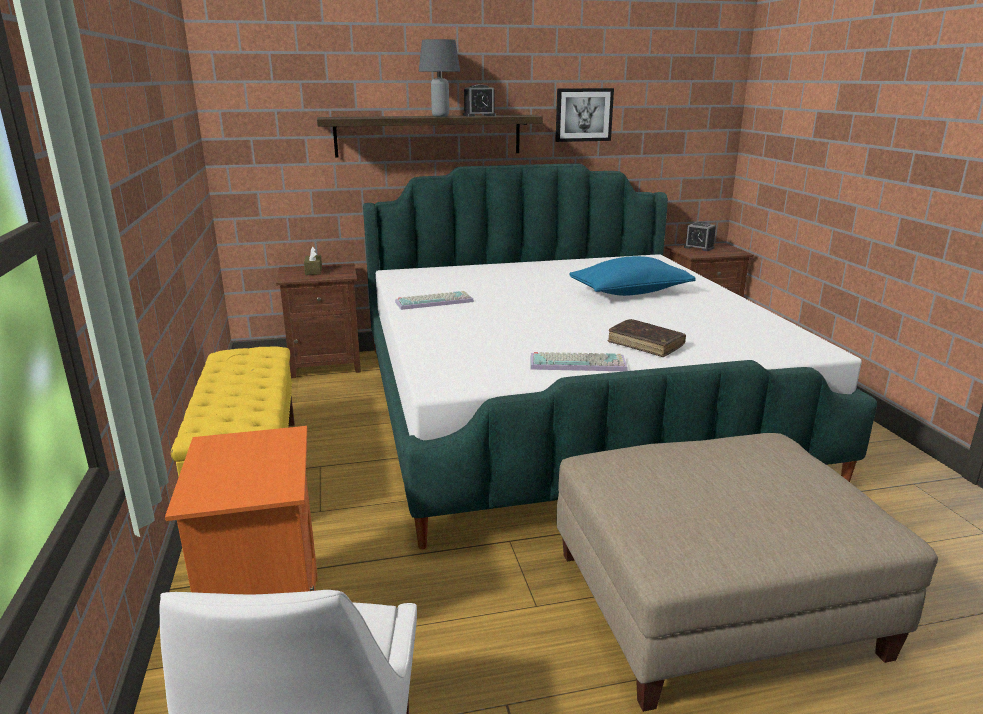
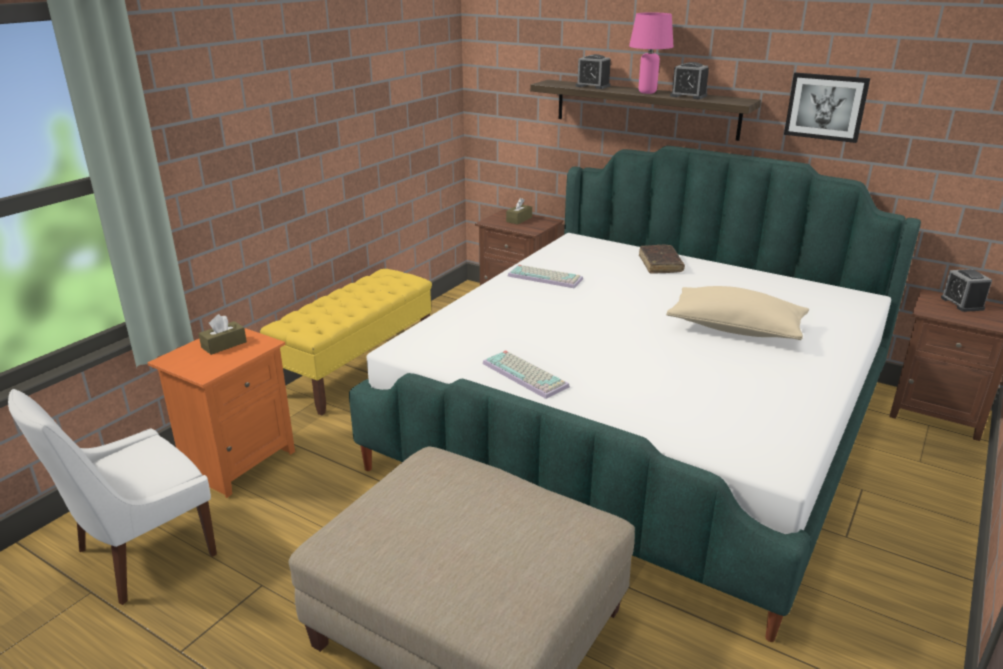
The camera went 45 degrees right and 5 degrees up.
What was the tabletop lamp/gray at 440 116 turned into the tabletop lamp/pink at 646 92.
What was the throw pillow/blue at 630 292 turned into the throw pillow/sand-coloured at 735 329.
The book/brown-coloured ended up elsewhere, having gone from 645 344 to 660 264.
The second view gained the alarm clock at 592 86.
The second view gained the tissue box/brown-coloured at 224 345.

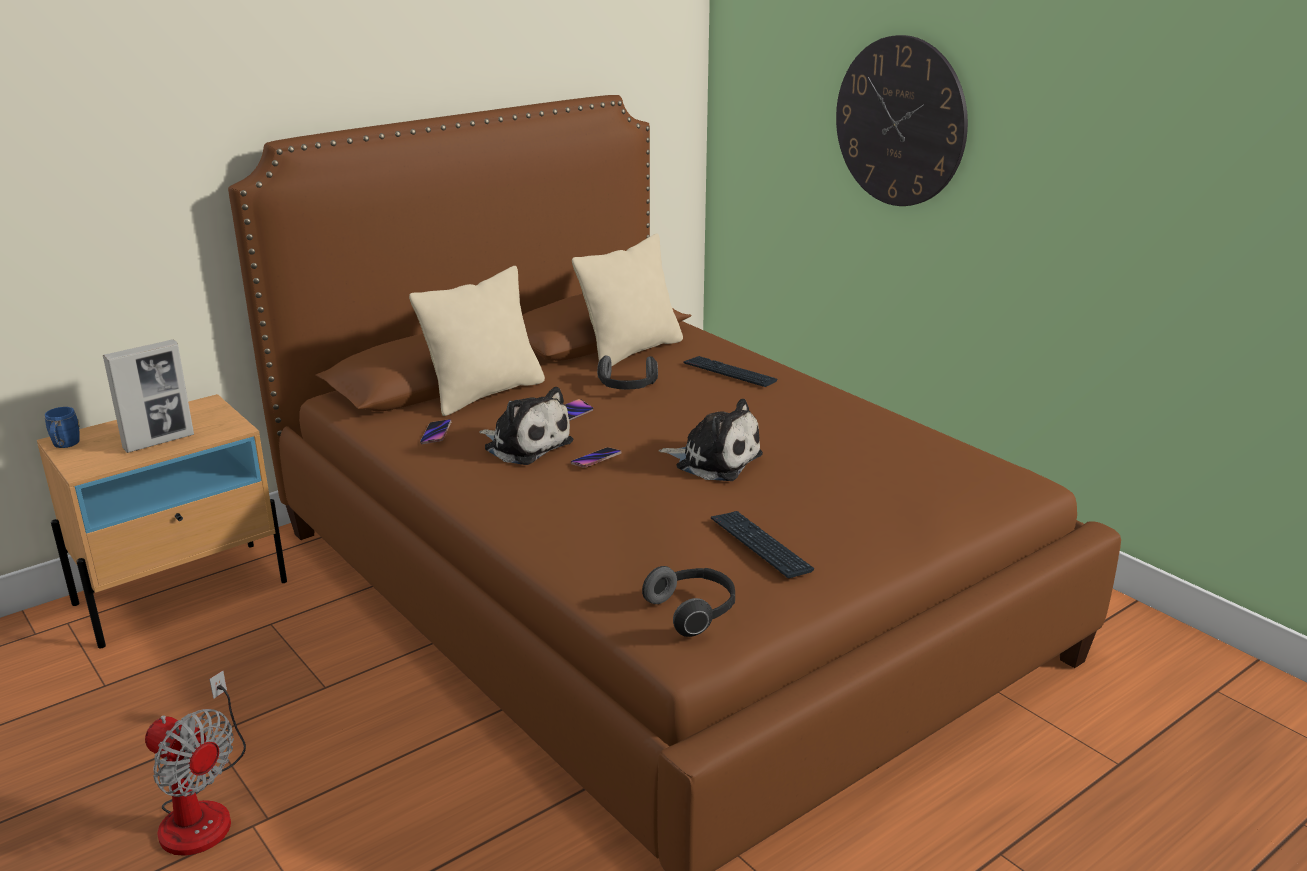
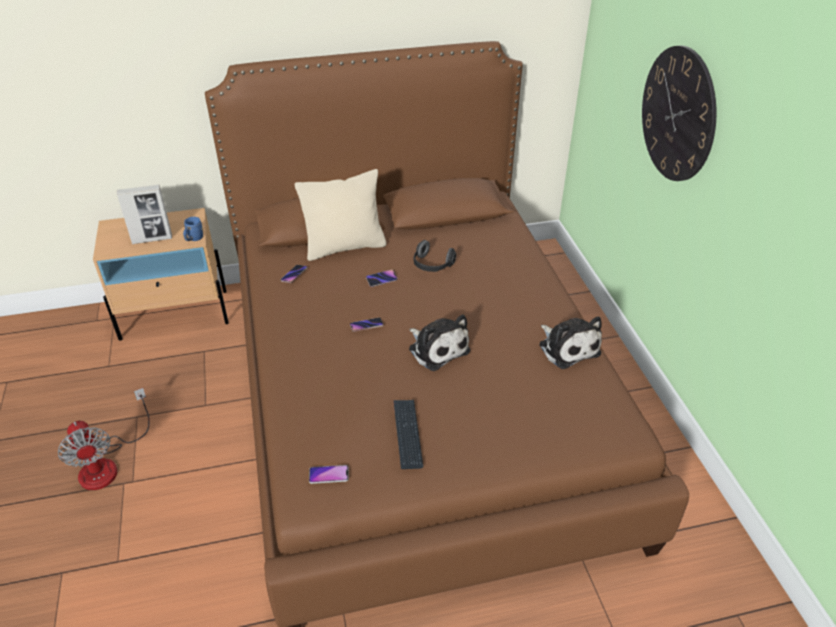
The camera went 25 degrees right and 15 degrees up.
The second view lost the throw pillow/sand-coloured at 631 351.
The second view lost the keyboard at 729 373.
The plush toy ended up elsewhere, having gone from 525 445 to 567 347.
The mug/blue ended up elsewhere, having gone from 64 446 to 194 239.
Where the pair of headphones stood at 693 612, the phone came to stand at 328 475.

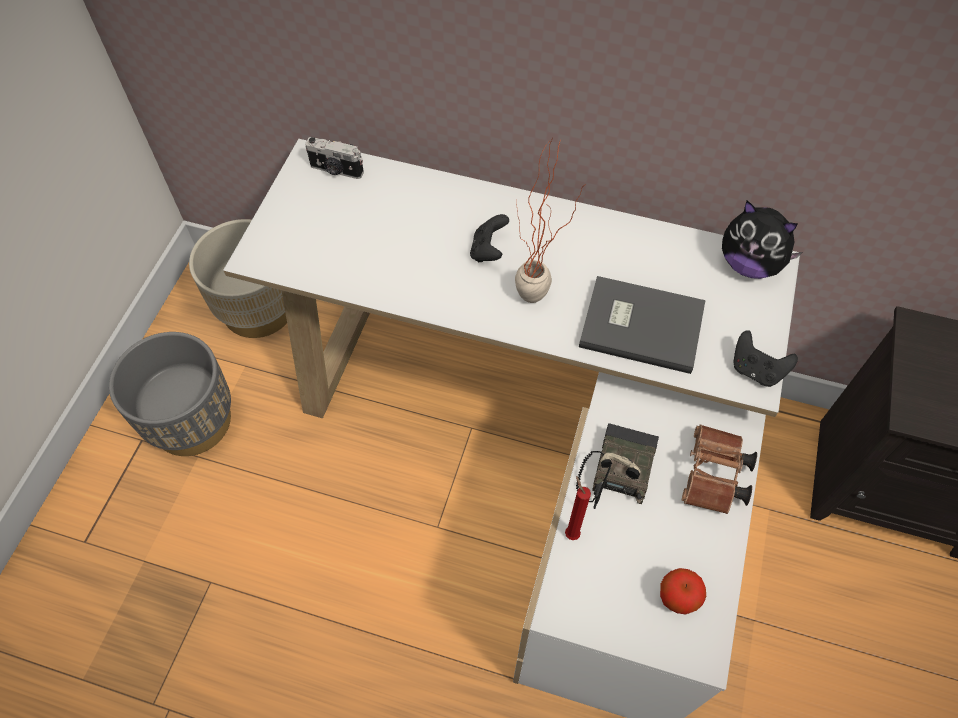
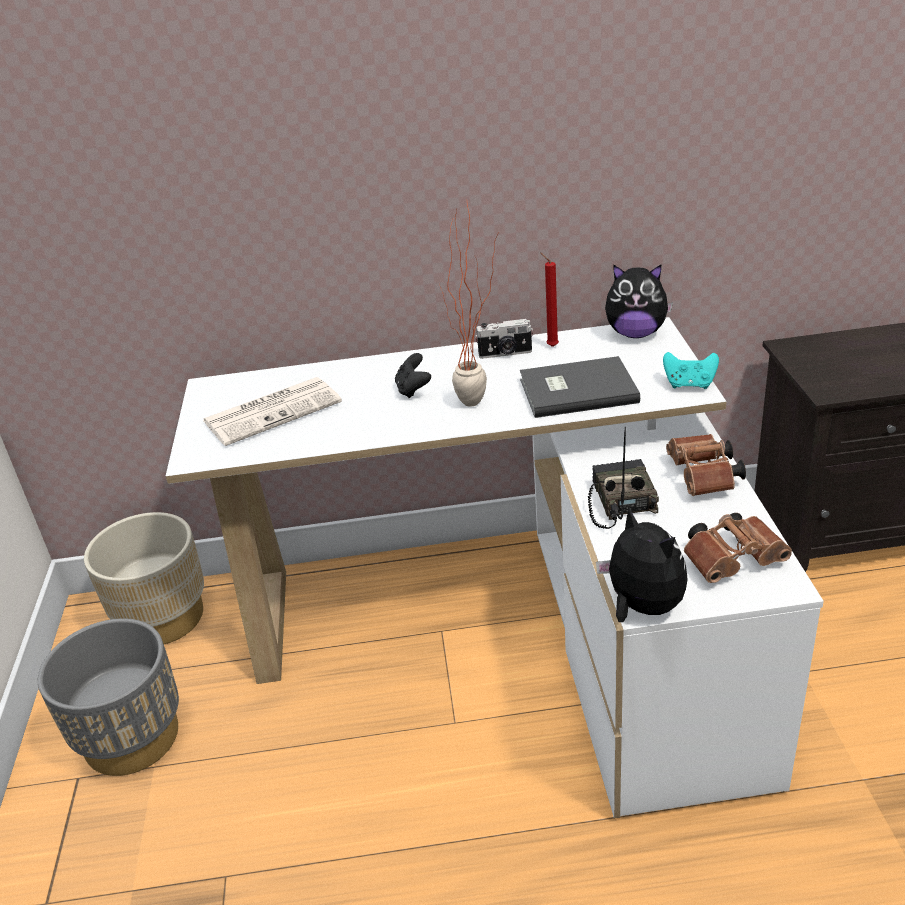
The camera went 20 degrees left and 25 degrees down.
The photo camera ended up elsewhere, having gone from 336 170 to 505 353.
What was the game controller/blackish at 756 370 turned into the game controller/turquoise at 689 384.
The candle/red-coloured ended up elsewhere, having gone from 570 532 to 551 346.
Where the whole apple stood at 676 599, the pair of binoculars/brown-coloured came to stand at 735 560.
The second view gained the newspaper at 273 411.
The second view gained the plush toy at 642 607.

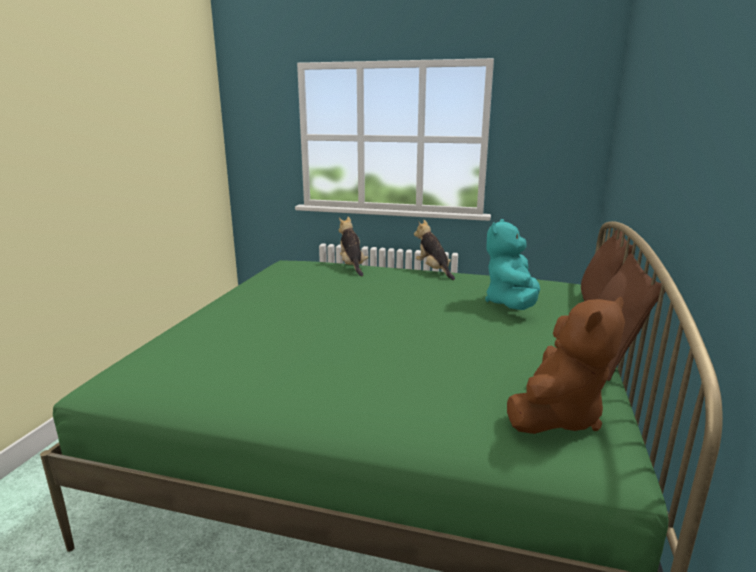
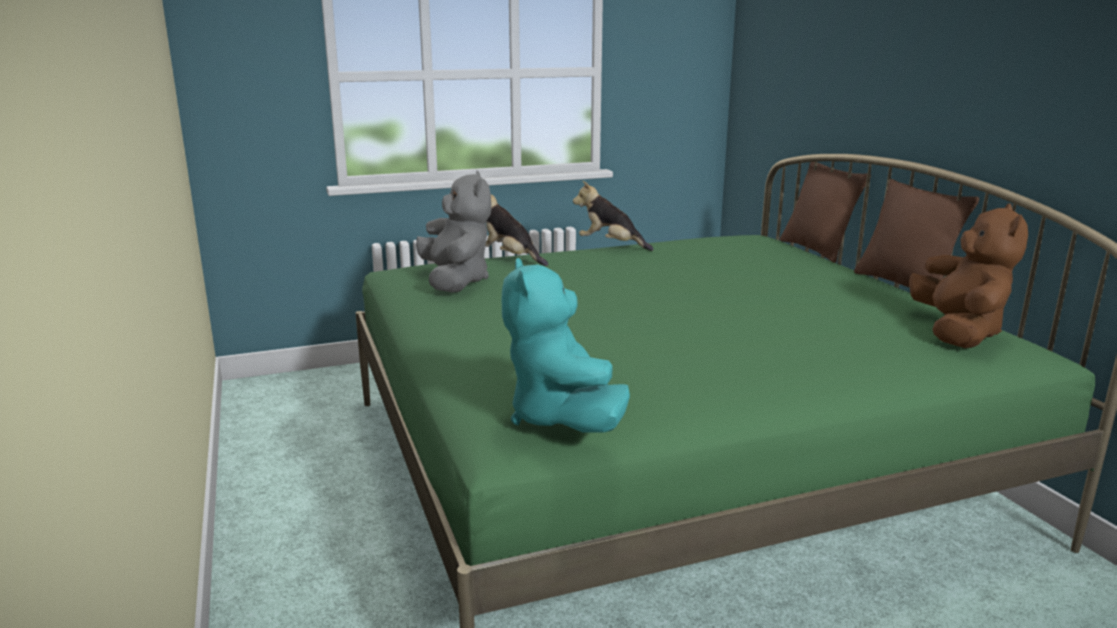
The camera went 35 degrees left and 0 degrees up.
The plush toy/turquoise ended up elsewhere, having gone from 511 304 to 561 418.
The second view gained the plush toy/gray at 455 281.

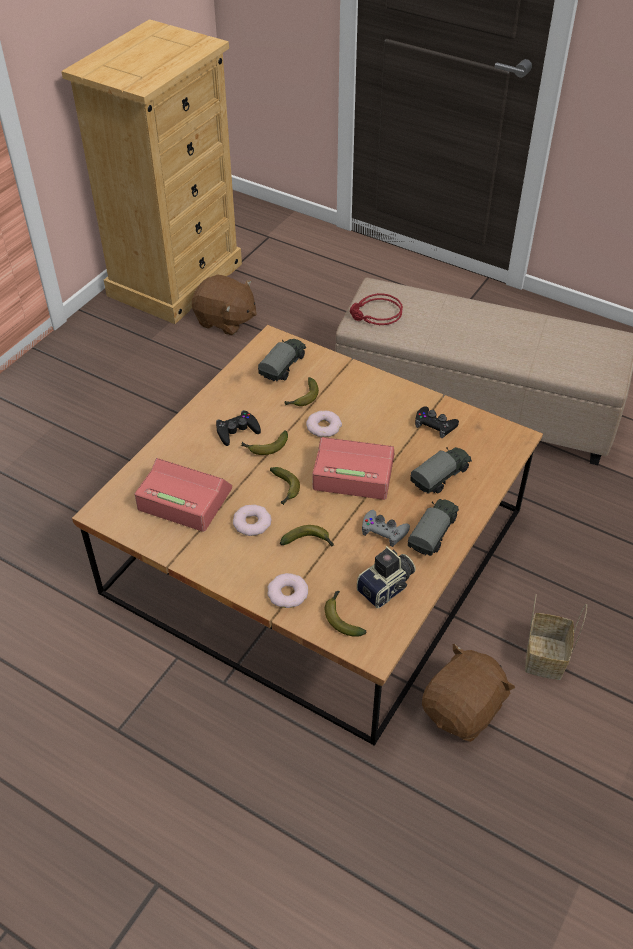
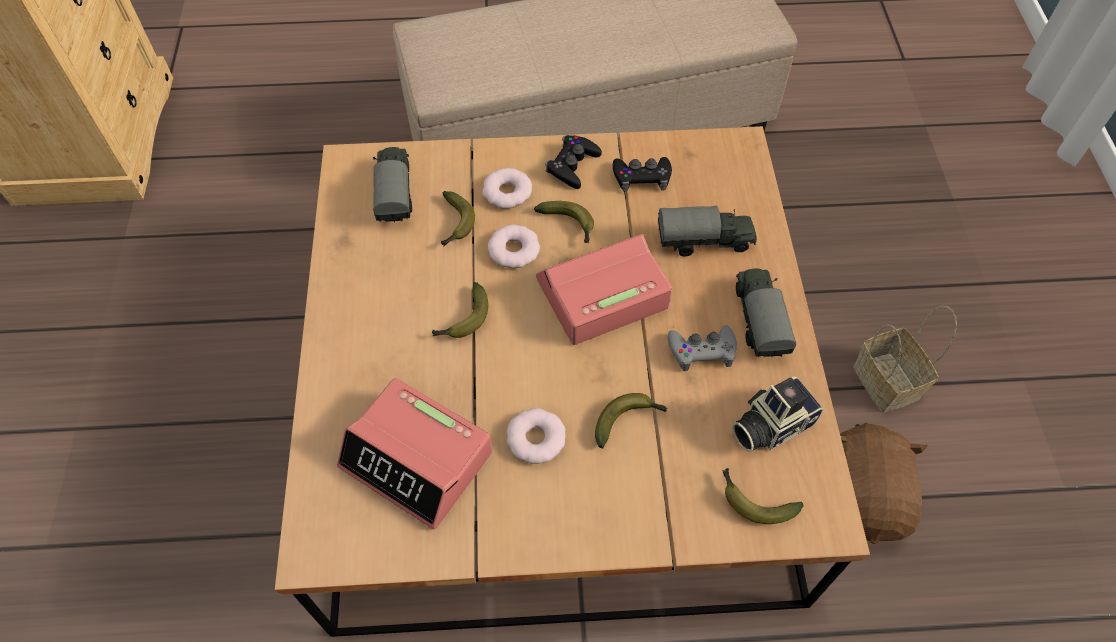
The camera went 35 degrees left and 10 degrees up.
The second view lost the plush toy/brown-coloured at 225 320.
The second view lost the pair of headphones/red-coloured at 376 315.
The game controller/blackish ended up elsewhere, having gone from 237 431 to 572 165.
The toy lorry at 441 477 ended up facing another way, 75 degrees clockwise from before.
The alarm clock at 184 499 ended up facing another way, 135 degrees counterclockwise from before.
The whole banana ended up elsewhere, having gone from 285 489 to 569 225.
The photo camera at 387 588 ended up facing another way, 135 degrees counterclockwise from before.
The ring doughnut ended up elsewhere, having gone from 287 594 to 507 192.

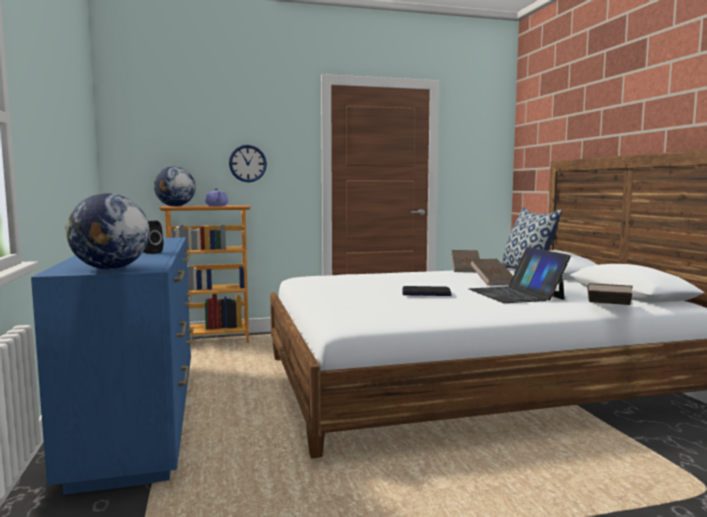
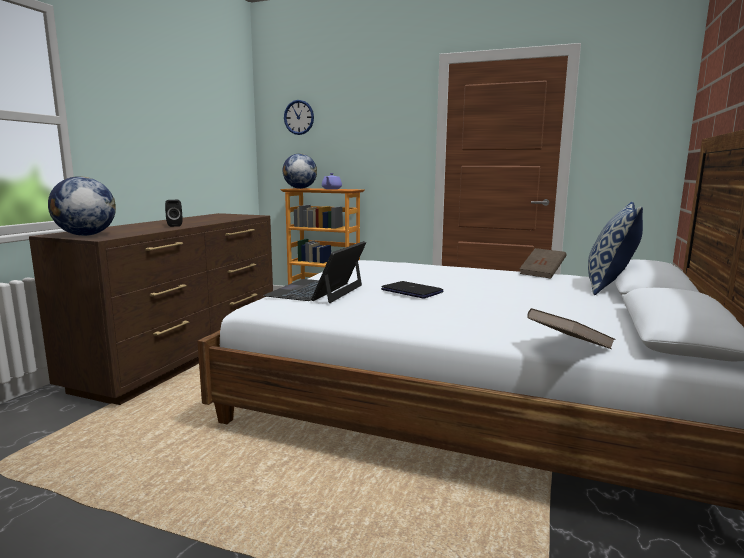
The camera went 35 degrees right and 5 degrees up.
The hanging clock ended up elsewhere, having gone from 247 163 to 299 117.
What was the chest of drawers/blue at 140 417 turned into the chest of drawers/brown-coloured at 185 355.
The laptop ended up elsewhere, having gone from 515 294 to 316 290.
The second view lost the book/brown-coloured at 492 282.

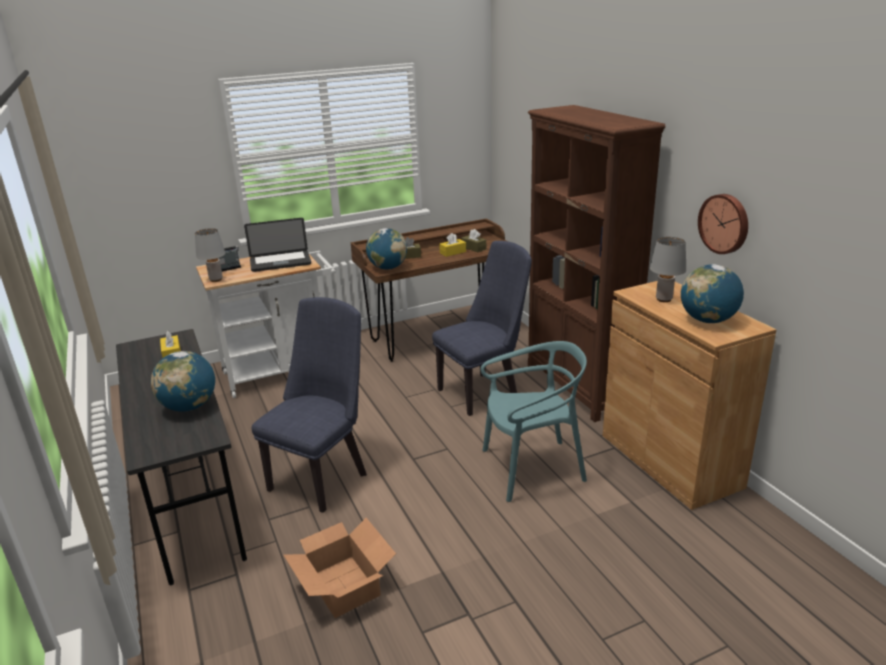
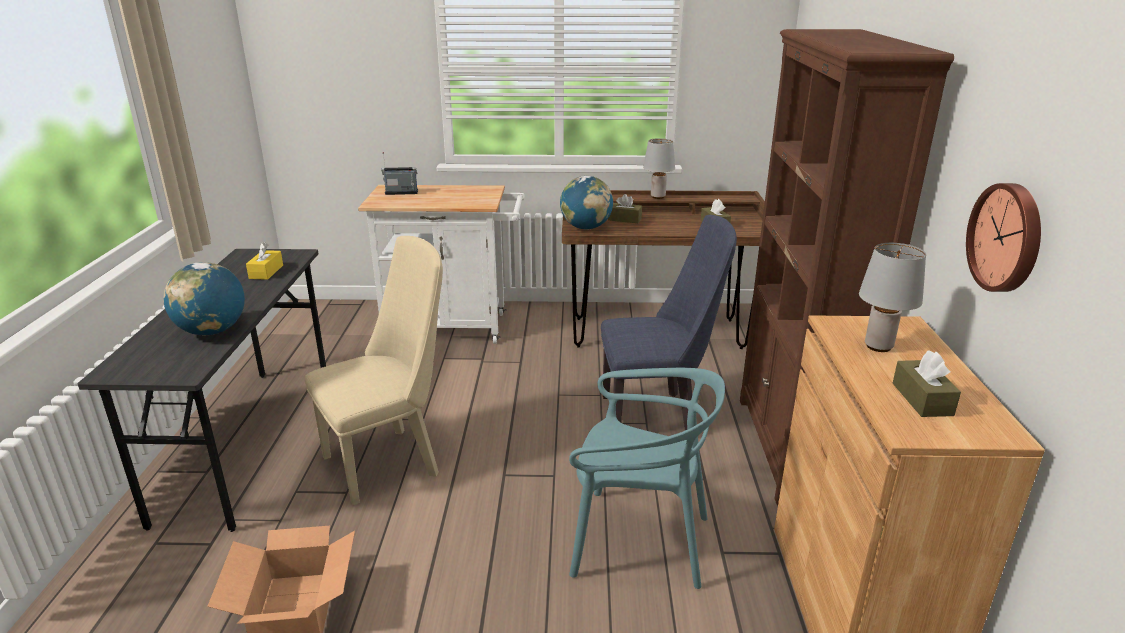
The camera went 25 degrees right and 0 degrees up.
The second view lost the laptop at 280 262.
The tabletop lamp/gray ended up elsewhere, having gone from 216 279 to 657 197.
The second view lost the tissue box/yellow-coloured at 453 252.
Where the world globe stood at 708 320, the tissue box/brown-coloured came to stand at 922 399.
What was the chair/blue at 322 476 turned into the chair/sand-coloured at 390 461.

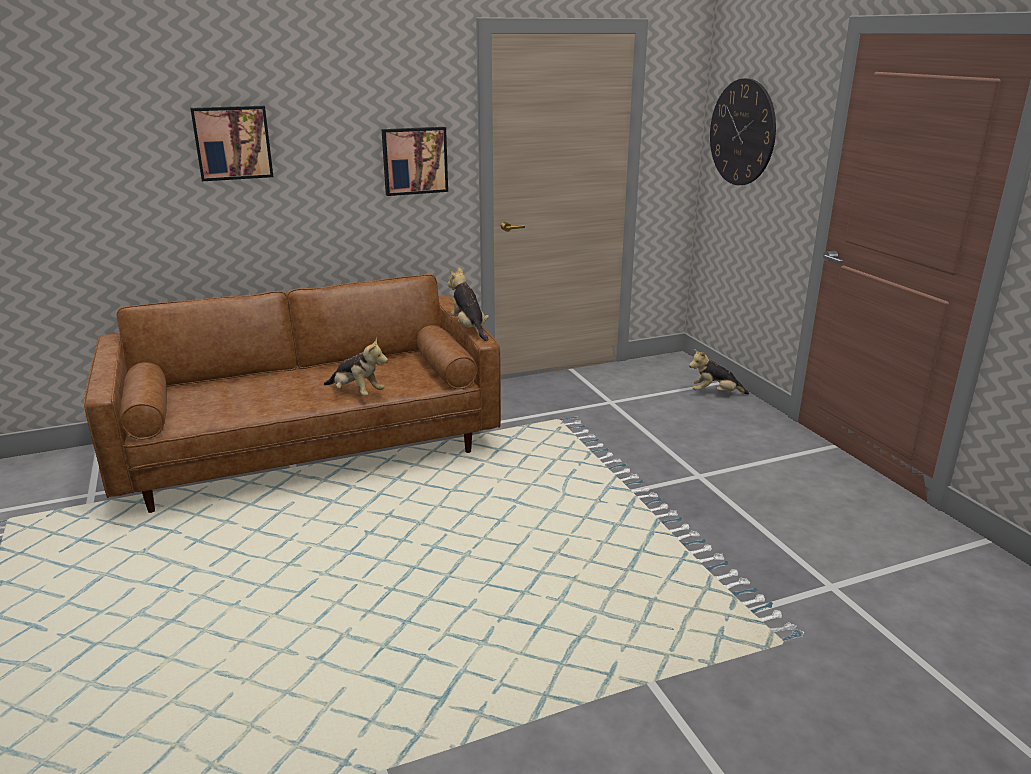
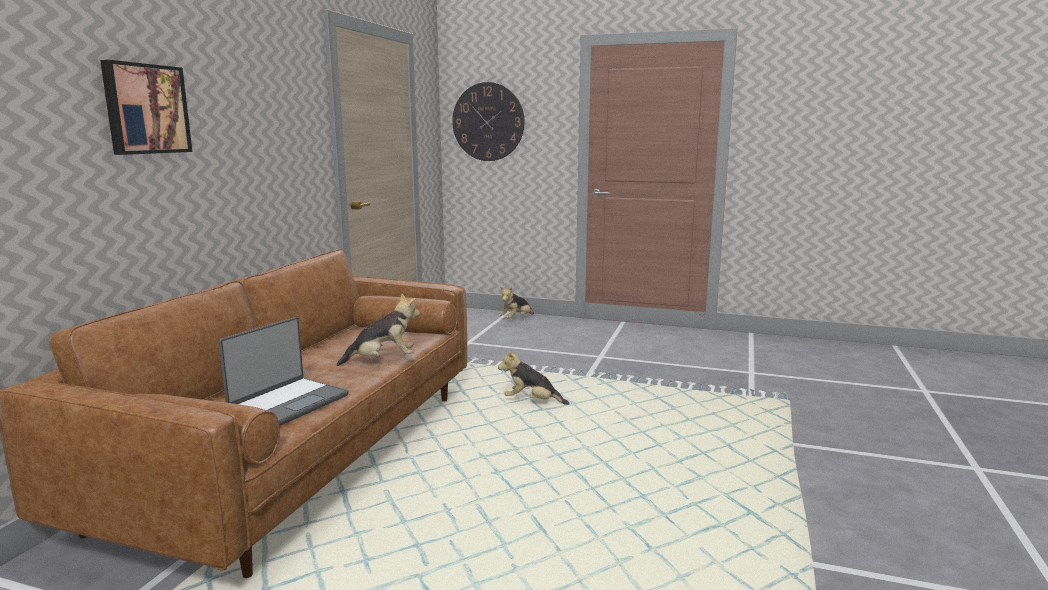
The camera went 50 degrees left and 10 degrees down.
The second view lost the picture at 414 160.
The plush toy ended up elsewhere, having gone from 469 328 to 532 402.
The second view gained the laptop at 288 403.

